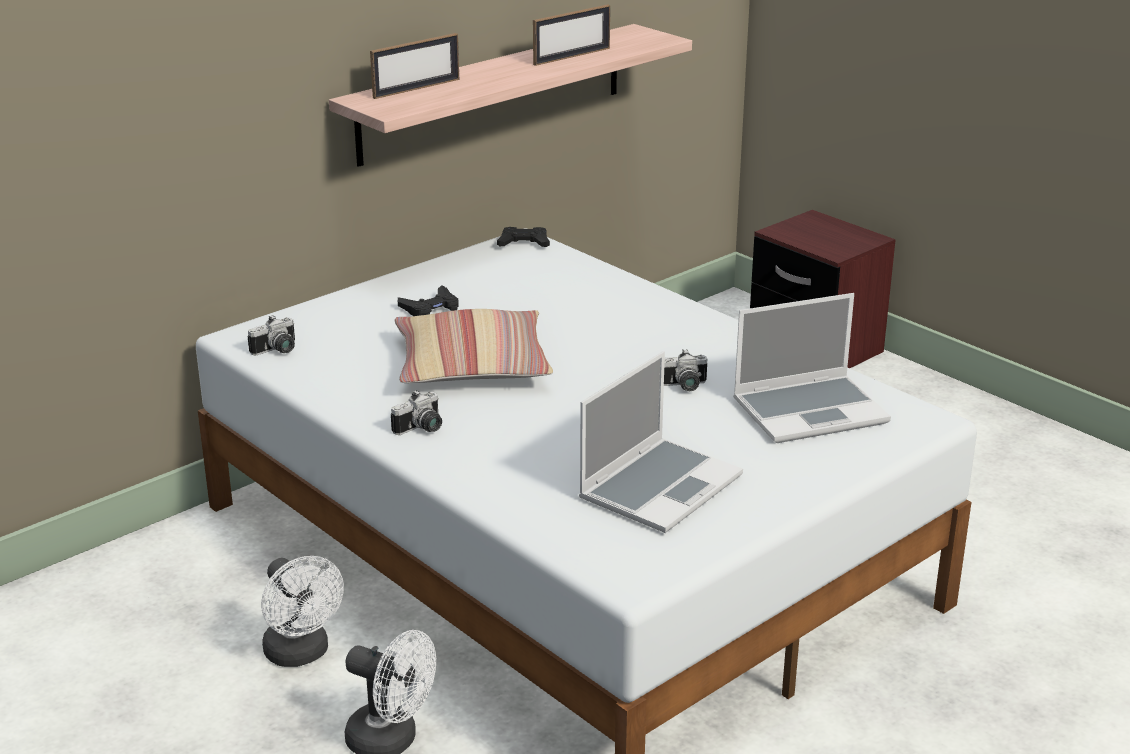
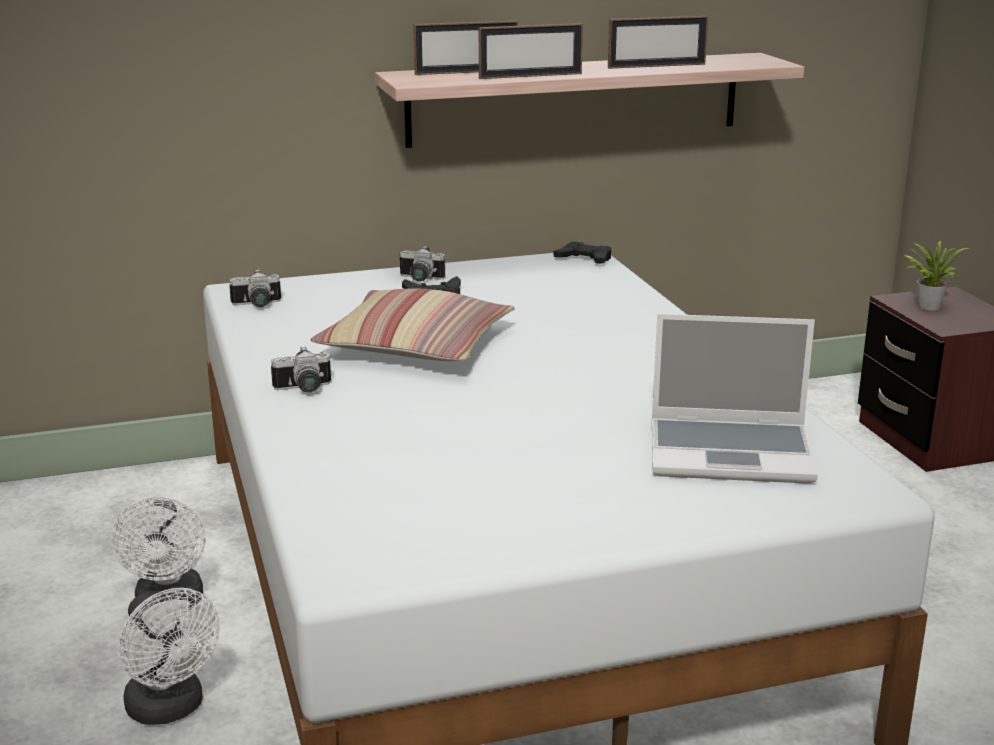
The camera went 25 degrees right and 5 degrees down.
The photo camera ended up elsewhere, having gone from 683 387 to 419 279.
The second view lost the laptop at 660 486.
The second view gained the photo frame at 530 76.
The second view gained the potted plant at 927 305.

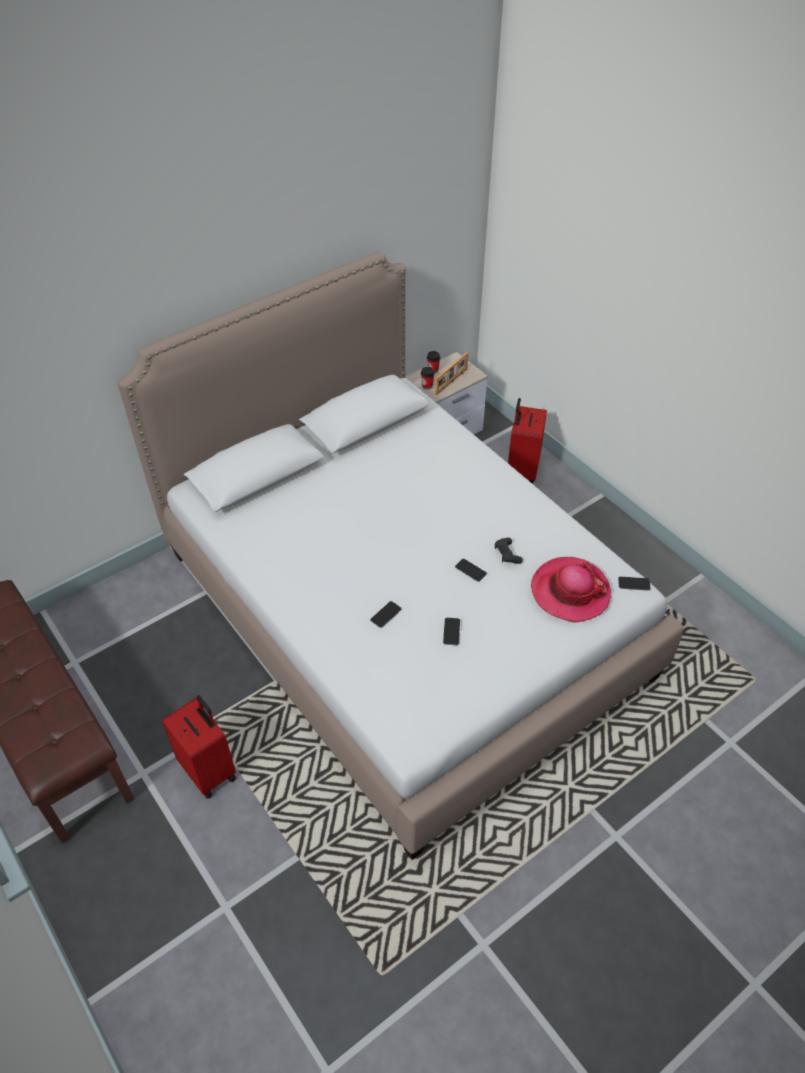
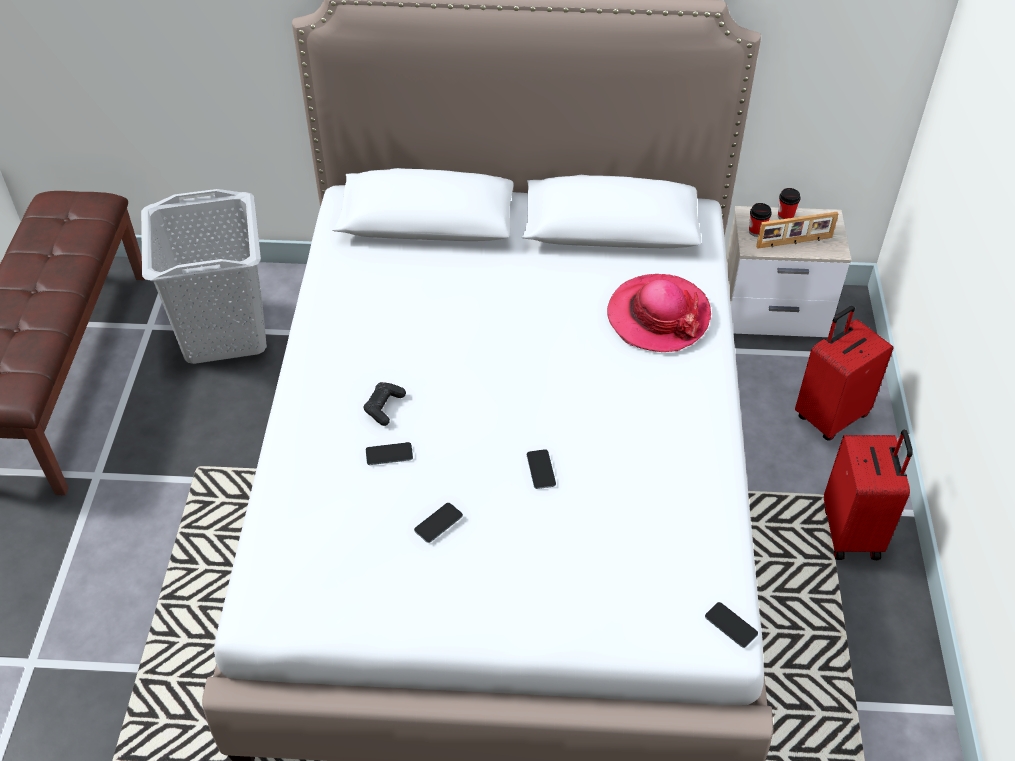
The camera went 40 degrees right and 0 degrees up.
The game controller/blackish ended up elsewhere, having gone from 507 554 to 384 407.
The wearable hat ended up elsewhere, having gone from 570 591 to 658 316.
The piece of luggage/red-coloured ended up elsewhere, having gone from 209 770 to 853 532.
The second view gained the hamper/gray at 225 331.

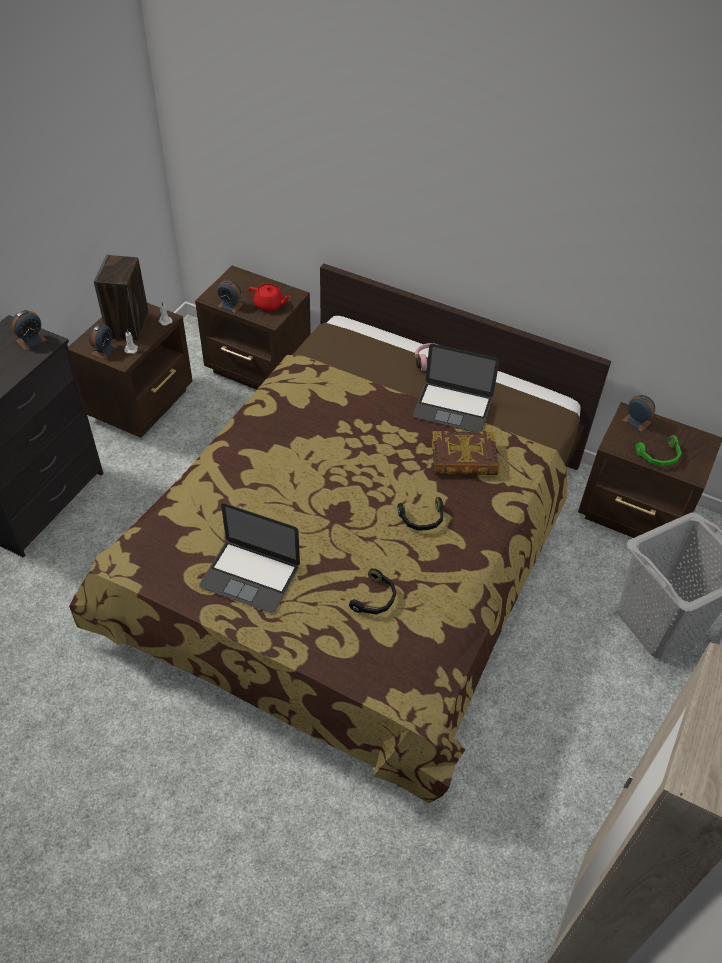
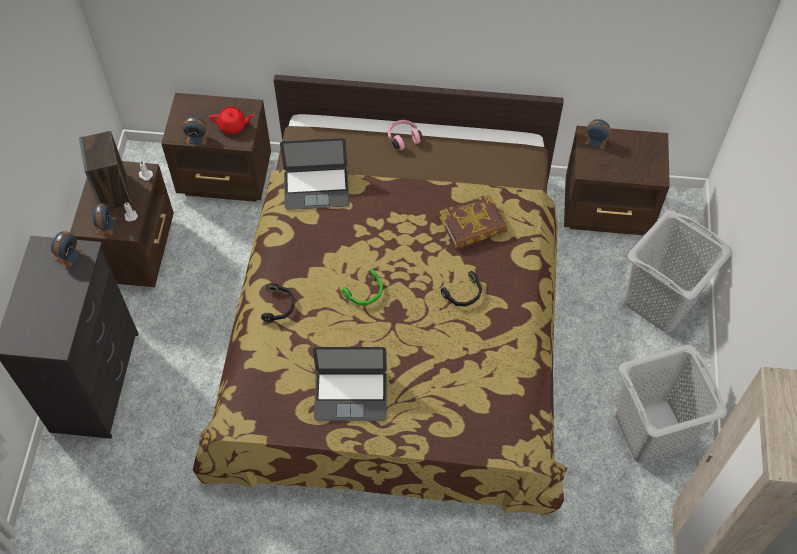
The camera went 20 degrees left and 10 degrees up.
The laptop ended up elsewhere, having gone from 452 407 to 316 188.
The pair of headphones/greenish ended up elsewhere, having gone from 659 456 to 365 293.
The pair of headphones/blackish ended up elsewhere, having gone from 375 599 to 279 306.
The second view gained the hamper/gray at 652 431.

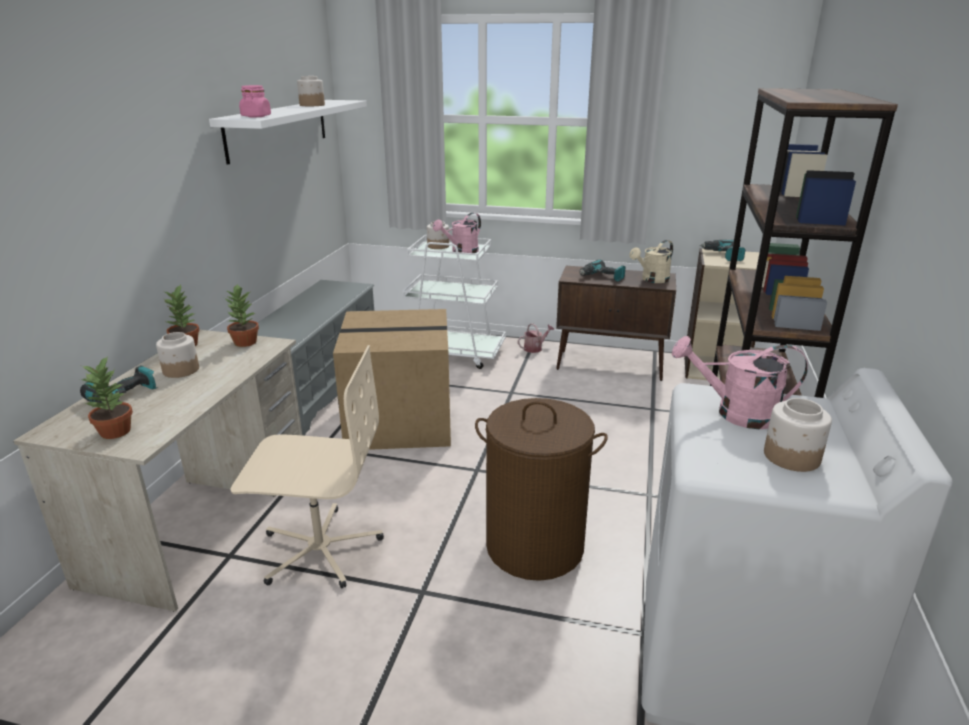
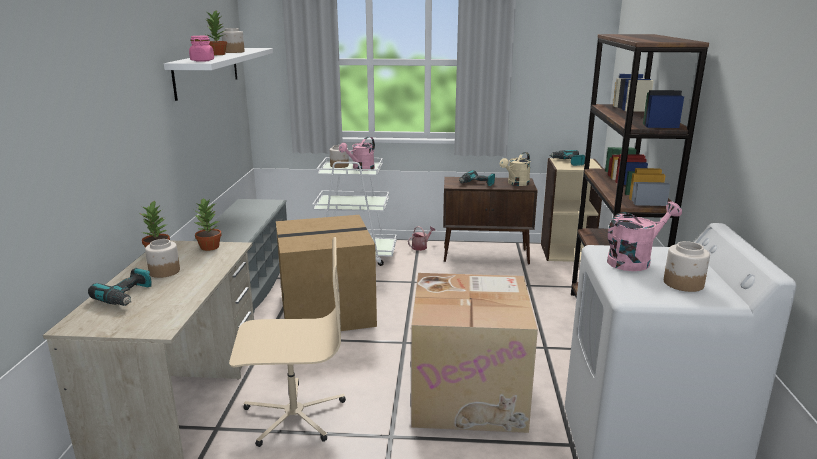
The camera went 10 degrees left and 5 degrees down.
The watering pot/pink at 736 413 ended up facing another way, 150 degrees clockwise from before.
The potted plant ended up elsewhere, having gone from 116 431 to 218 54.
Where the hamper/brown-coloured stood at 535 546, the cardboard box came to stand at 469 393.

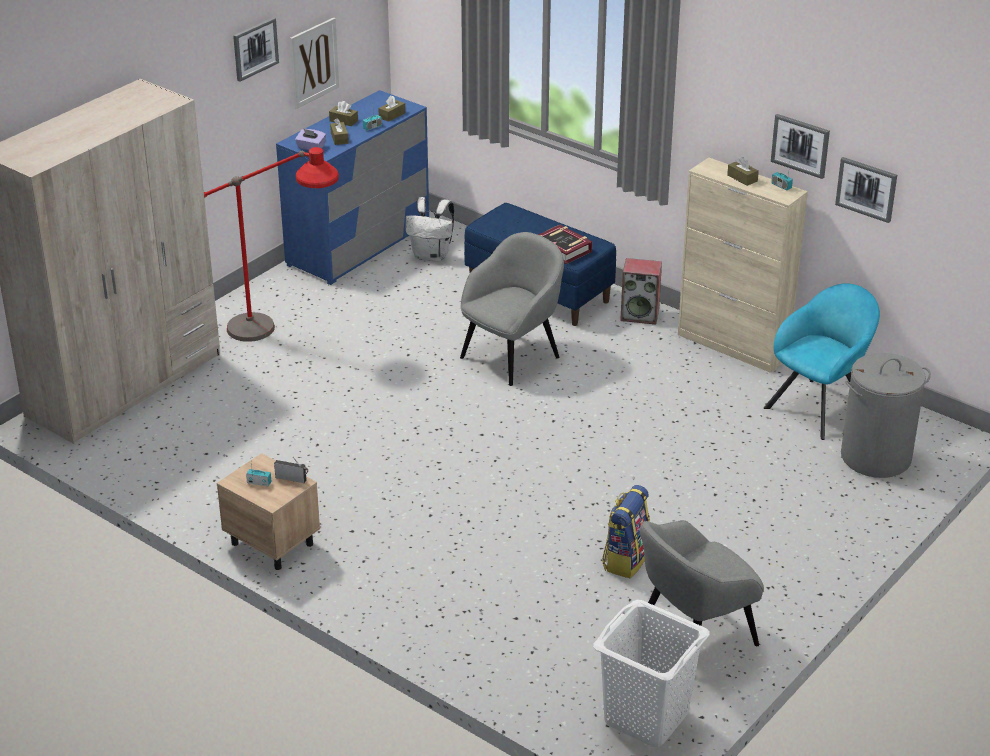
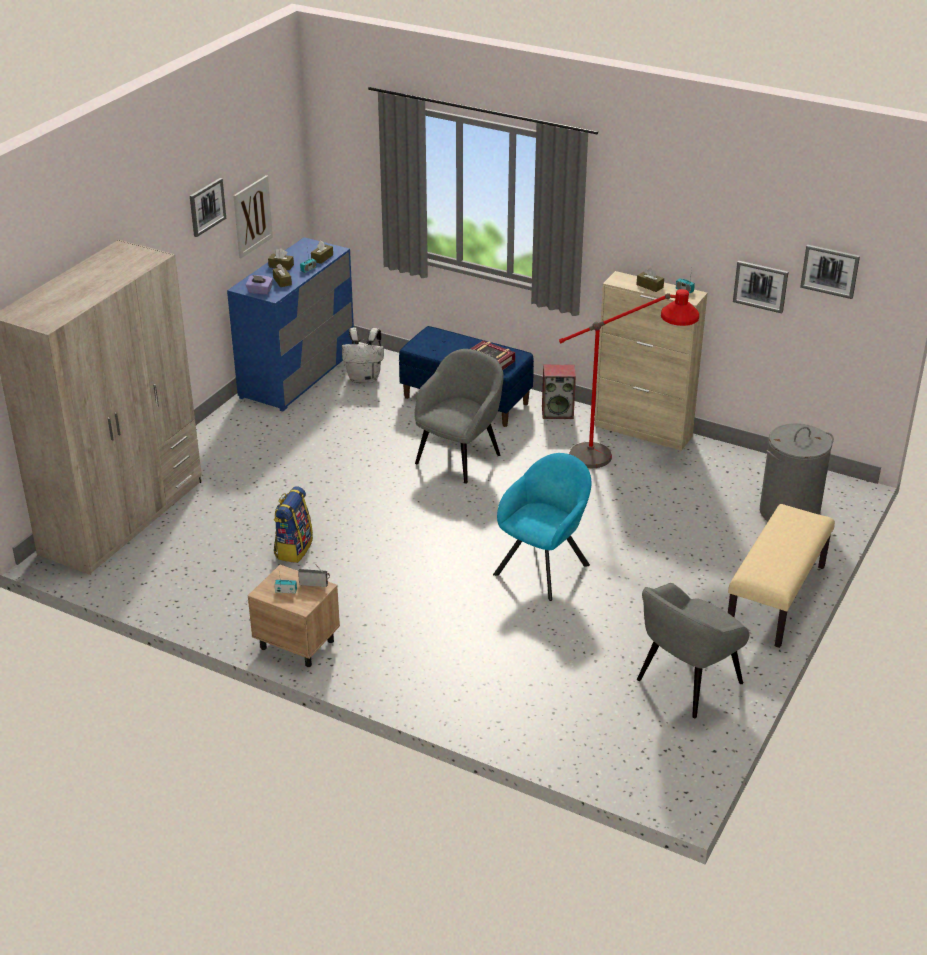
The camera went 10 degrees left and 0 degrees up.
The picture ended up elsewhere, having gone from 800 145 to 830 271.
The floor lamp/red-coloured ended up elsewhere, having gone from 281 335 to 620 459.
The lounge chair/turquoise ended up elsewhere, having gone from 820 406 to 544 567.
The backpack ended up elsewhere, having gone from 626 559 to 293 548.
The second view lost the hamper/white at 646 717.
The second view gained the bench/sand-coloured at 777 599.

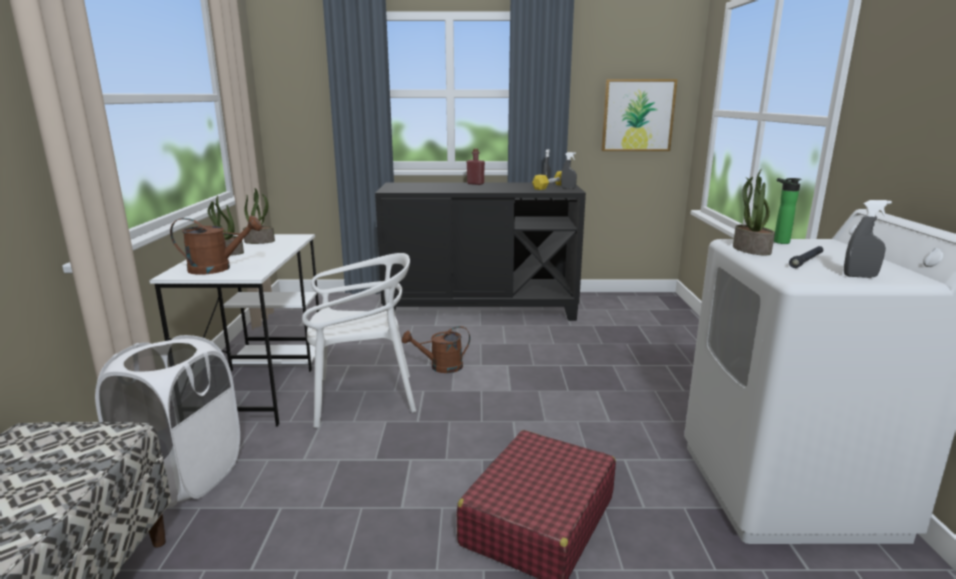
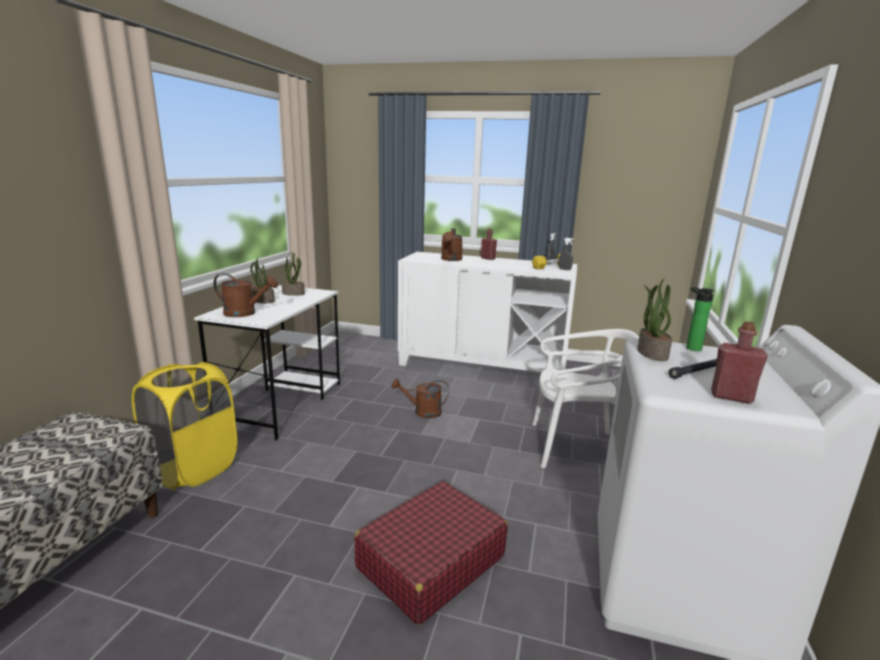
The camera went 15 degrees right and 0 degrees up.
The second view lost the picture at 638 115.
What was the cupboard/blackish at 480 309 turned into the cupboard/white at 482 365.
Where the hand sprayer/gray stood at 860 276, the beverage bottle/red-coloured came to stand at 731 397.
The chair/white ended up elsewhere, having gone from 363 398 to 574 447.
What was the hamper/white at 184 478 turned into the hamper/yellow-coloured at 193 468.
The second view gained the watering pot/brown-coloured at 451 259.

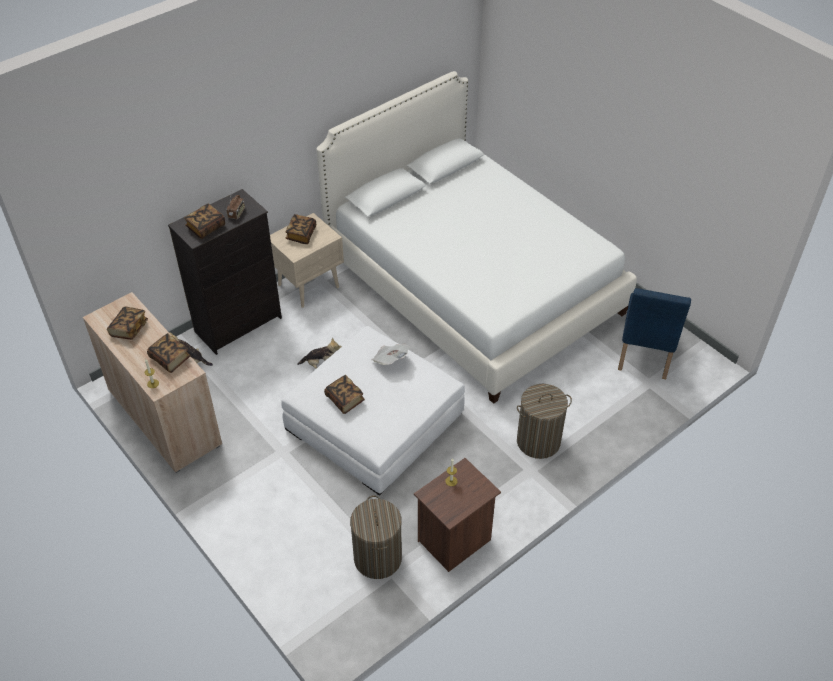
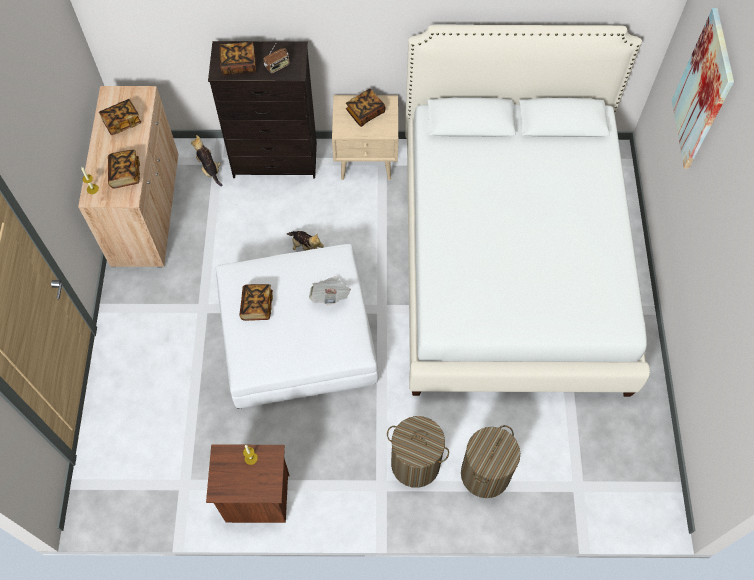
The camera went 40 degrees right and 15 degrees up.
The second view lost the chair/blue at 643 357.
The hamper ended up elsewhere, having gone from 378 558 to 485 474.
The second view gained the picture at 702 91.

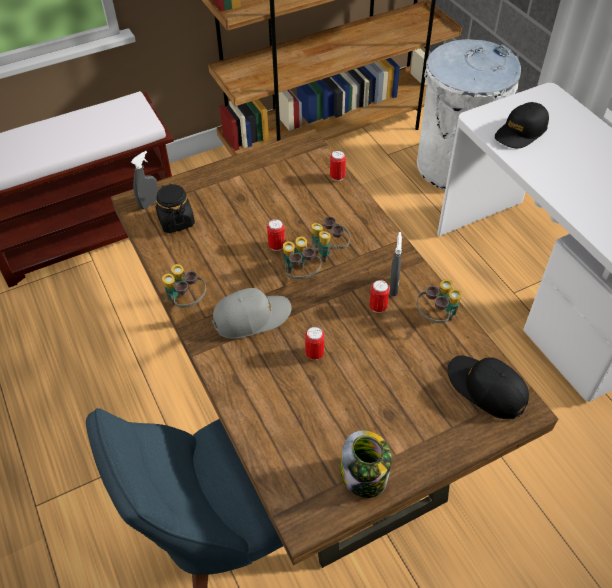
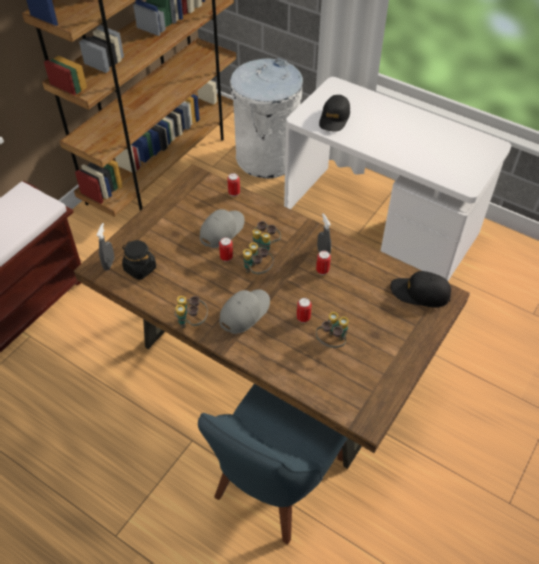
The camera went 30 degrees left and 0 degrees up.
The pair of binoculars ended up elsewhere, having gone from 436 317 to 332 342.
The second view lost the storage jar at 364 477.
The second view gained the cap/gray at 222 230.

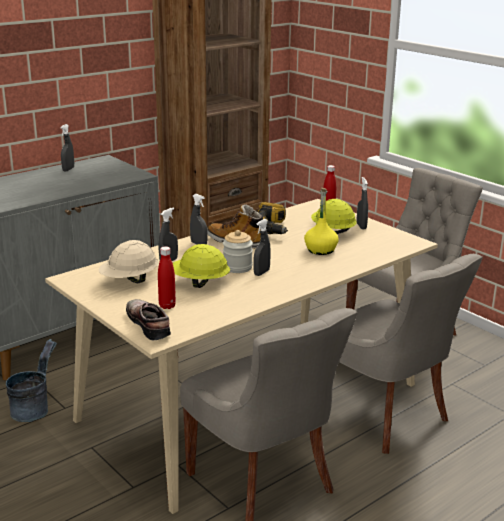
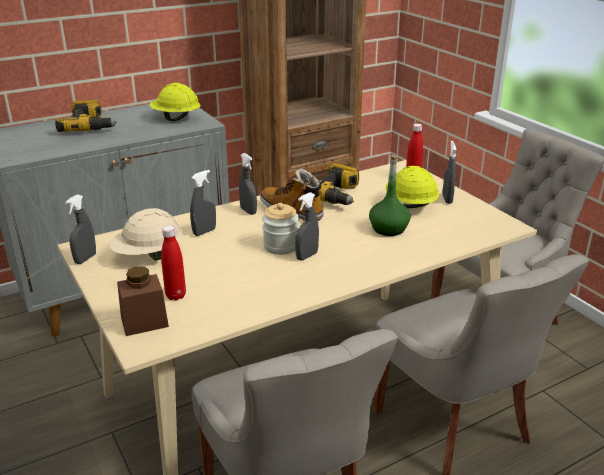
The camera went 10 degrees right and 5 degrees up.
The hand sprayer/gray ended up elsewhere, having gone from 68 169 to 85 259.
What was the beverage bottle/yellow-coloured at 320 250 turned into the beverage bottle/greenish at 388 229.
The safety helmet/yellow-coloured ended up elsewhere, having gone from 199 283 to 176 118.
Where the item of footwear stood at 151 324, the storage jar/brown-coloured came to stand at 144 322.
The second view lost the bucket/gray at 34 409.
The second view gained the power drill at 90 126.

